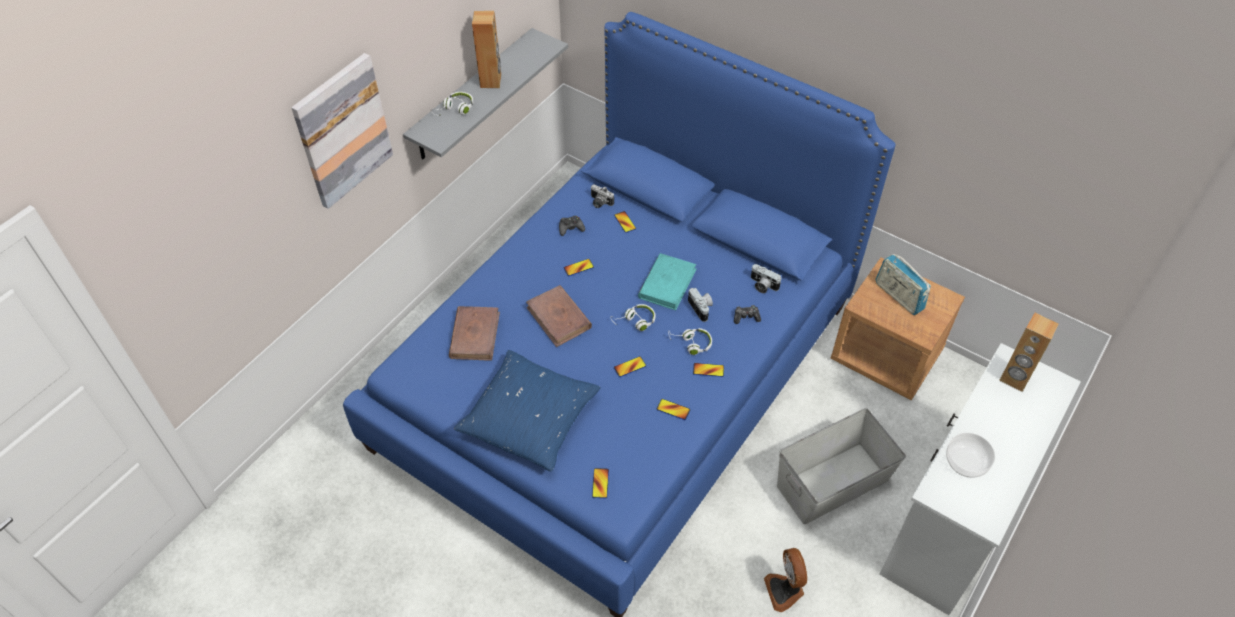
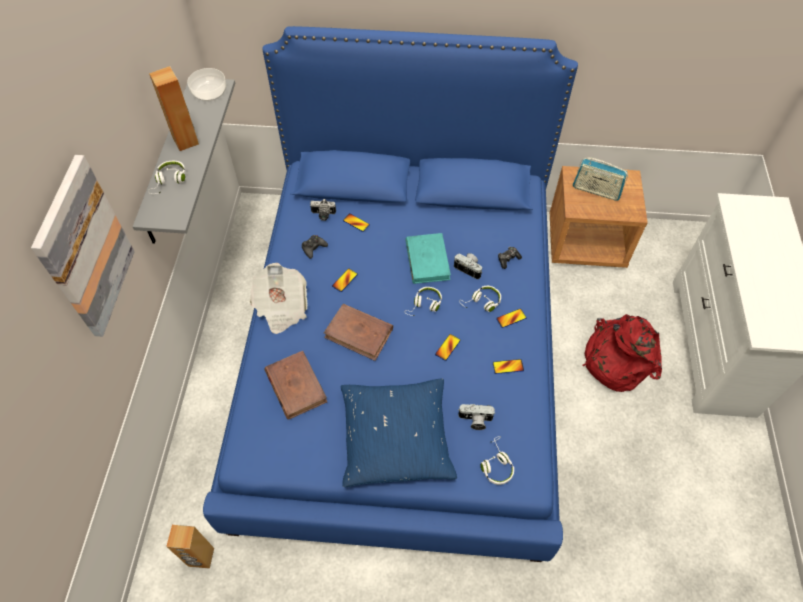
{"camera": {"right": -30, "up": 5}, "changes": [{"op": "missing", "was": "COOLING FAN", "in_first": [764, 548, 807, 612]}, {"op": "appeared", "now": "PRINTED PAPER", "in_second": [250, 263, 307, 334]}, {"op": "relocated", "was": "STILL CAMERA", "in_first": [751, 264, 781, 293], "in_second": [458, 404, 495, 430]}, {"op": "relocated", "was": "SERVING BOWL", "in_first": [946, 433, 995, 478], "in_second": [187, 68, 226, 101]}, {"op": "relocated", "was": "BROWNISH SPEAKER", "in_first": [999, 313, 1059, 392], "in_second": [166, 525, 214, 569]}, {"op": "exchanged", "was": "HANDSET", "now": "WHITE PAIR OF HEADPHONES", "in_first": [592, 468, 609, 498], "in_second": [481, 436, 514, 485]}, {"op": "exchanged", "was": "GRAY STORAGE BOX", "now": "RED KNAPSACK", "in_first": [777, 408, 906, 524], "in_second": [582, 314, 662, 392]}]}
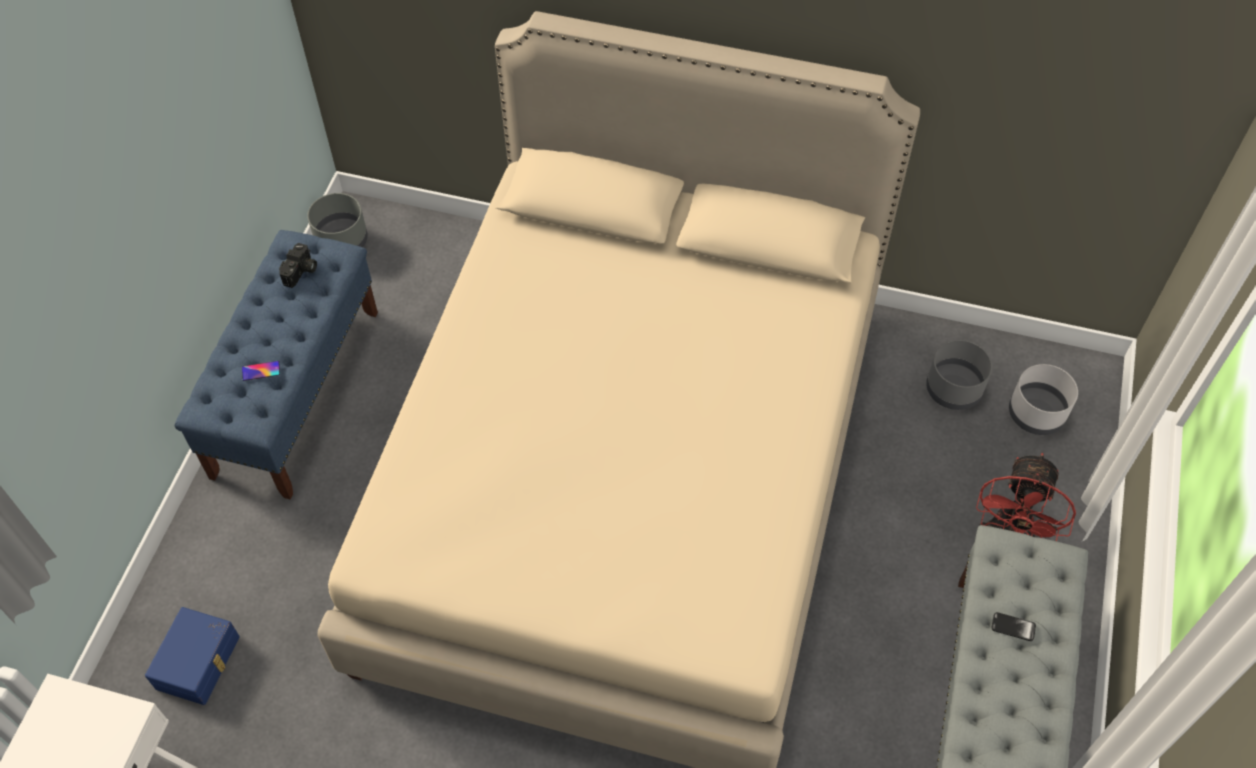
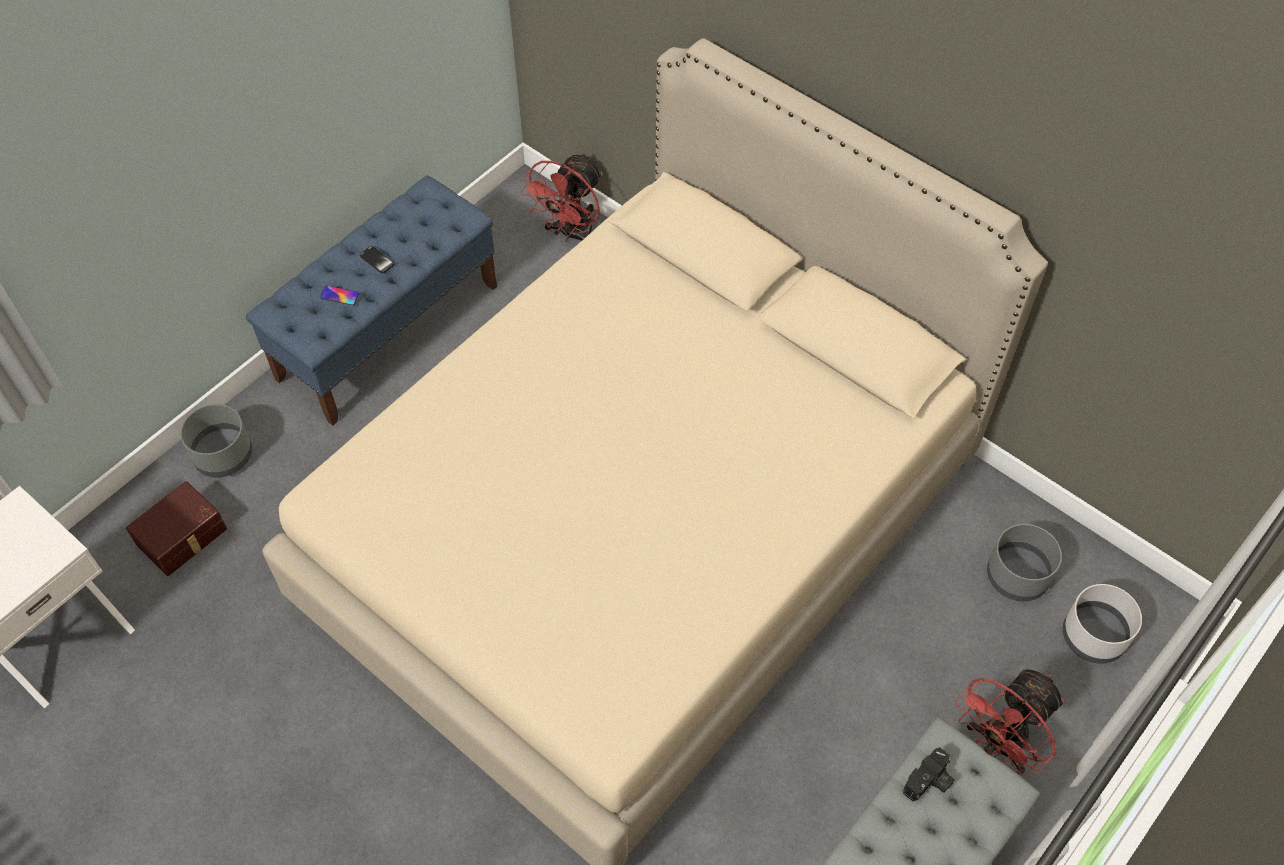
{"camera": {"right": 25, "up": 0}, "changes": [{"op": "appeared", "now": "RED COOLING FAN", "in_second": [521, 153, 602, 242]}, {"op": "relocated", "was": "STILL CAMERA", "in_first": [279, 243, 317, 288], "in_second": [903, 747, 954, 802]}, {"op": "relocated", "was": "GRAY PLANTER", "in_first": [307, 193, 368, 247], "in_second": [180, 404, 252, 477]}, {"op": "relocated", "was": "HANDSET", "in_first": [991, 612, 1036, 641], "in_second": [360, 246, 394, 274]}, {"op": "colour", "was": "BLUE-COLOURED STORAGE BOX", "now": "BROWNISH STORAGE BOX", "in_first": [145, 607, 240, 705], "in_second": [126, 481, 227, 576]}]}
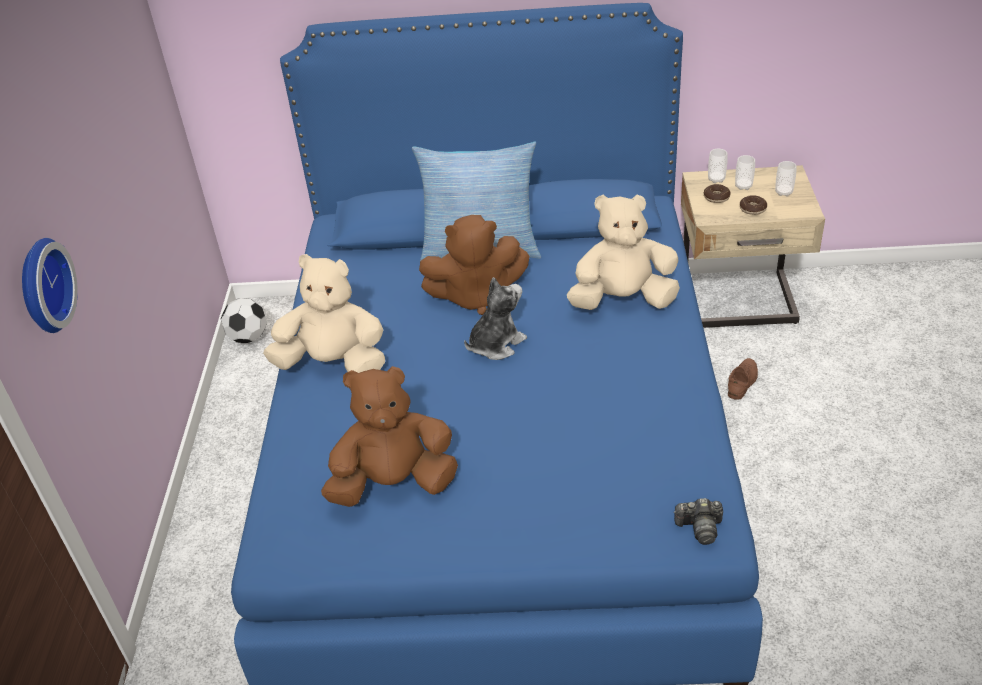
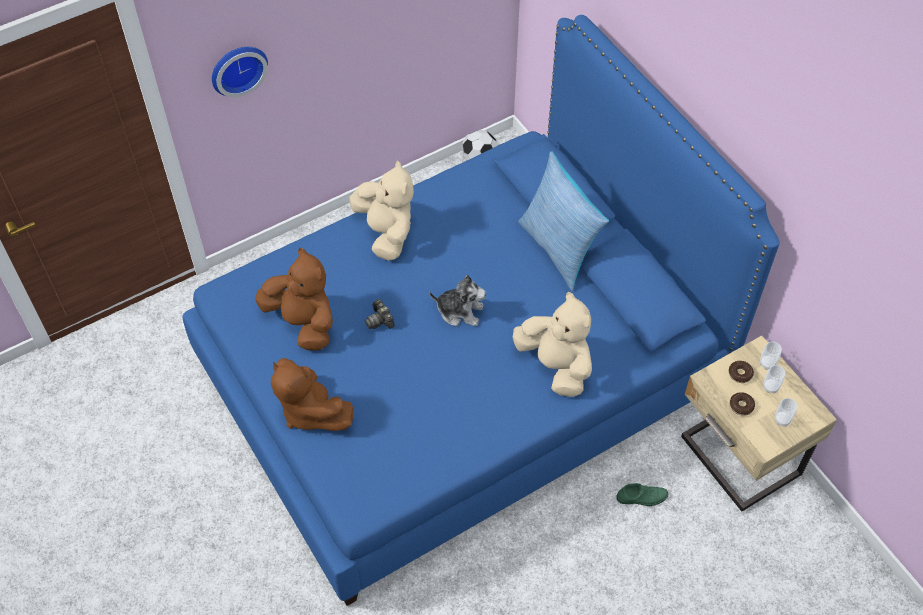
{"camera": {"right": 55, "up": 15}, "changes": [{"op": "relocated", "was": "BROWNISH CUDDLY TOY", "in_first": [419, 215, 530, 315], "in_second": [271, 358, 354, 431]}, {"op": "relocated", "was": "STILL CAMERA", "in_first": [674, 498, 723, 545], "in_second": [365, 299, 395, 329]}, {"op": "colour", "was": "BROWNISH ITEM OF FOOTWEAR", "now": "GREEN ITEM OF FOOTWEAR", "in_first": [728, 358, 758, 400], "in_second": [616, 483, 668, 506]}]}
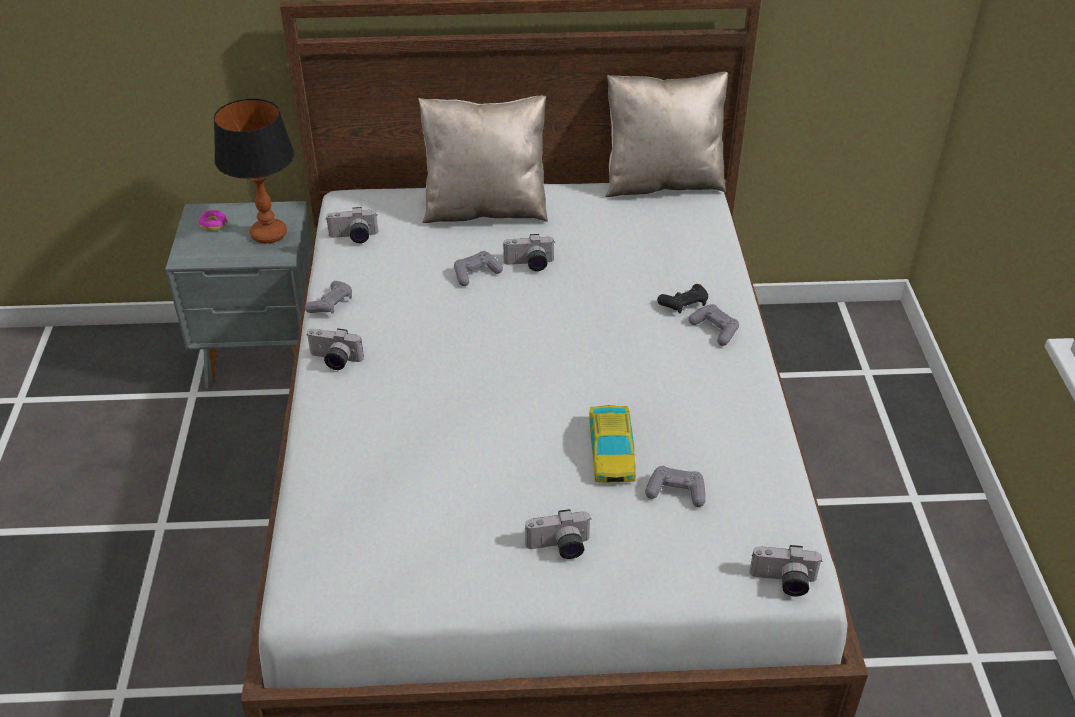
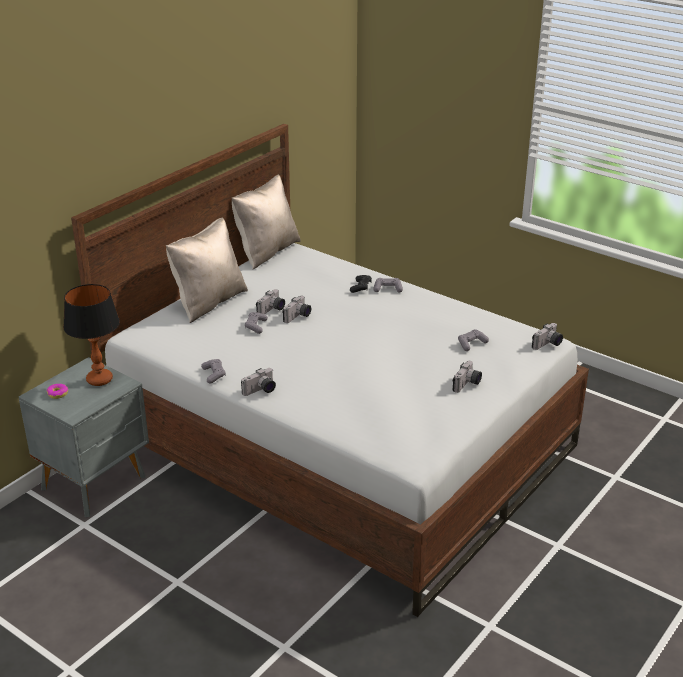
{"camera": {"right": -50, "up": -10}, "changes": [{"op": "missing", "was": "MODEL CAR", "in_first": [589, 405, 636, 483]}, {"op": "relocated", "was": "STILL CAMERA", "in_first": [326, 207, 378, 243], "in_second": [282, 296, 311, 323]}]}
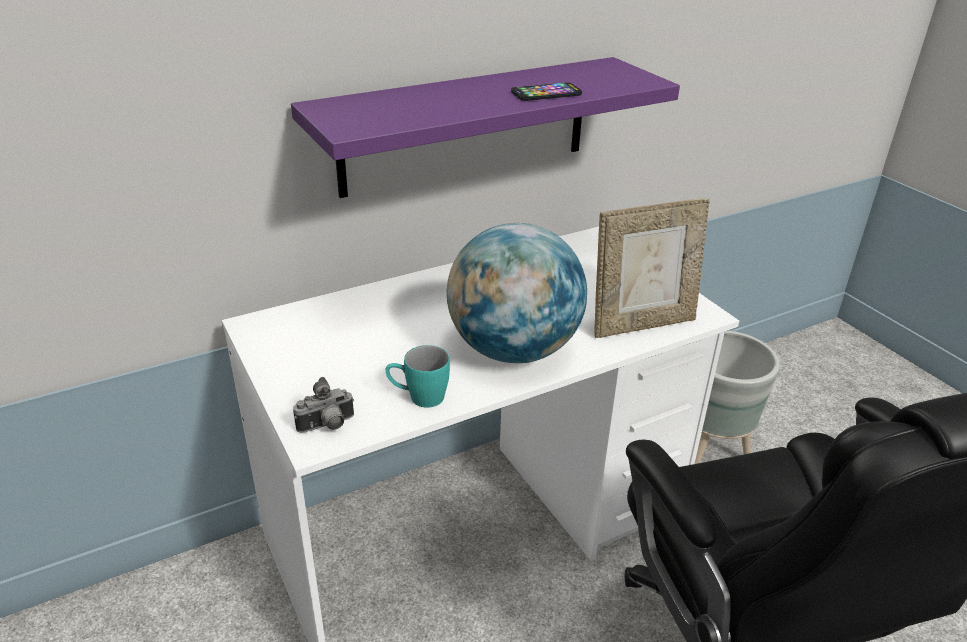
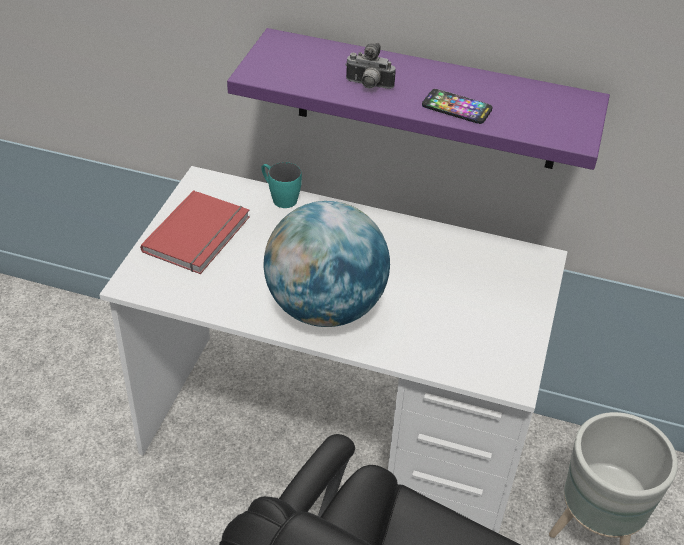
{"camera": {"right": 45, "up": 10}, "changes": [{"op": "missing", "was": "PICTURE FRAME", "in_first": [594, 198, 710, 338]}, {"op": "appeared", "now": "RED BOUND BOOK", "in_second": [140, 190, 250, 274]}, {"op": "relocated", "was": "STILL CAMERA", "in_first": [293, 377, 354, 433], "in_second": [345, 43, 396, 89]}, {"op": "relocated", "was": "TURQUOISE MUG", "in_first": [386, 345, 450, 408], "in_second": [261, 162, 302, 208]}]}
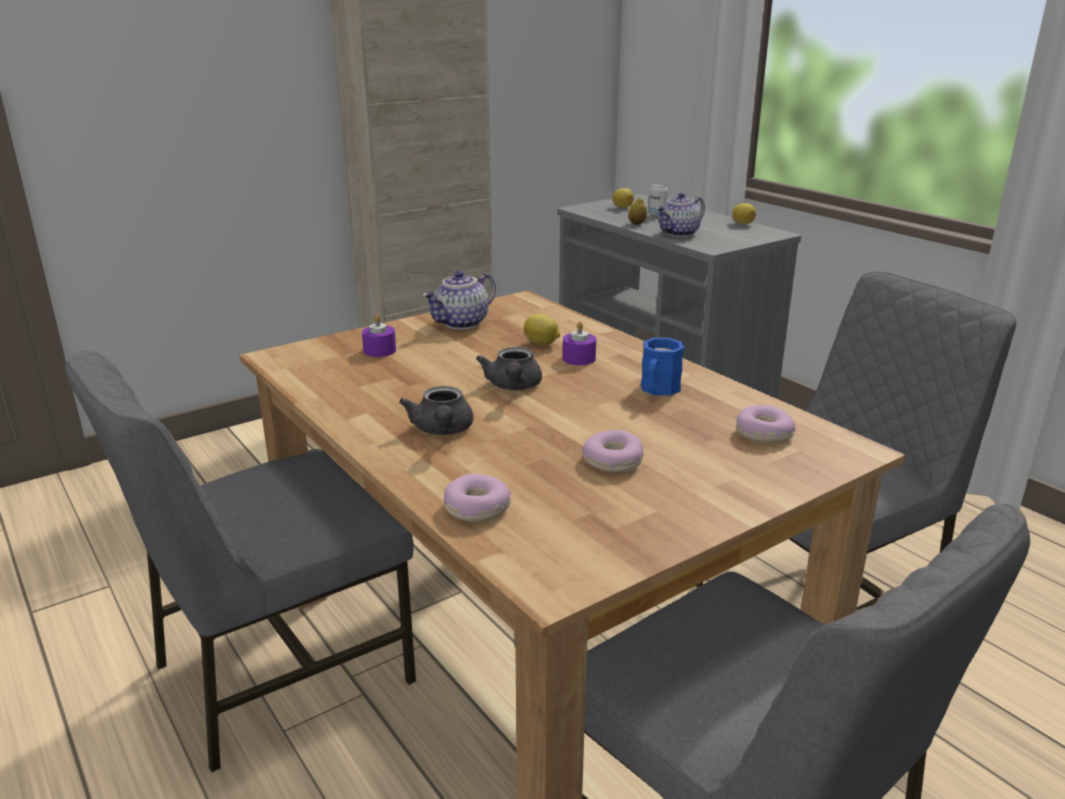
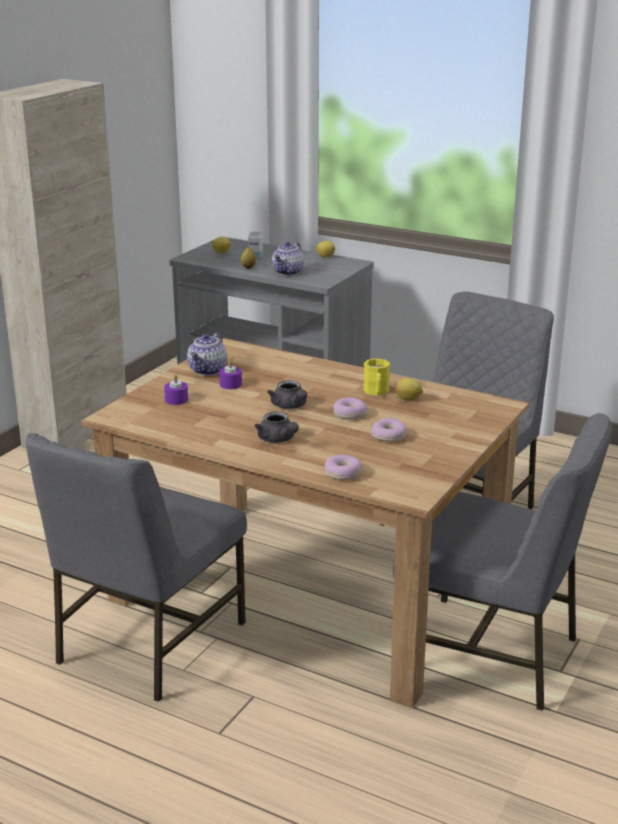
{"camera": {"right": -25, "up": 0}, "changes": [{"op": "relocated", "was": "WHOLE LEMON", "in_first": [524, 314, 560, 345], "in_second": [396, 378, 423, 401]}, {"op": "relocated", "was": "PURPLE CANDLE", "in_first": [563, 321, 596, 365], "in_second": [219, 360, 242, 389]}, {"op": "relocated", "was": "DOUGHNUT", "in_first": [736, 405, 796, 443], "in_second": [333, 397, 368, 419]}, {"op": "colour", "was": "BLUE-COLOURED MUG", "now": "YELLOW-COLOURED MUG", "in_first": [641, 338, 684, 396], "in_second": [363, 358, 390, 396]}]}
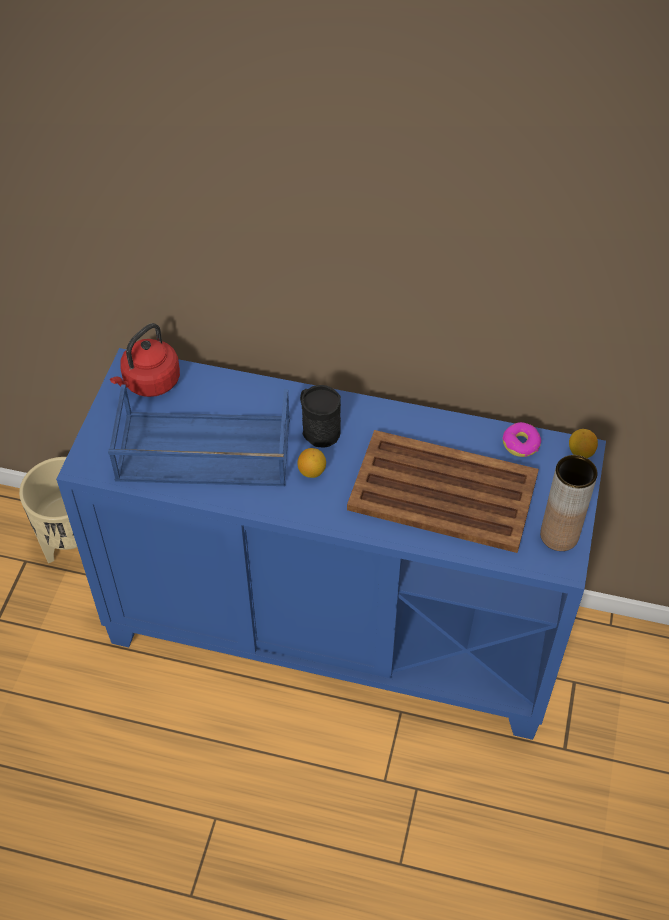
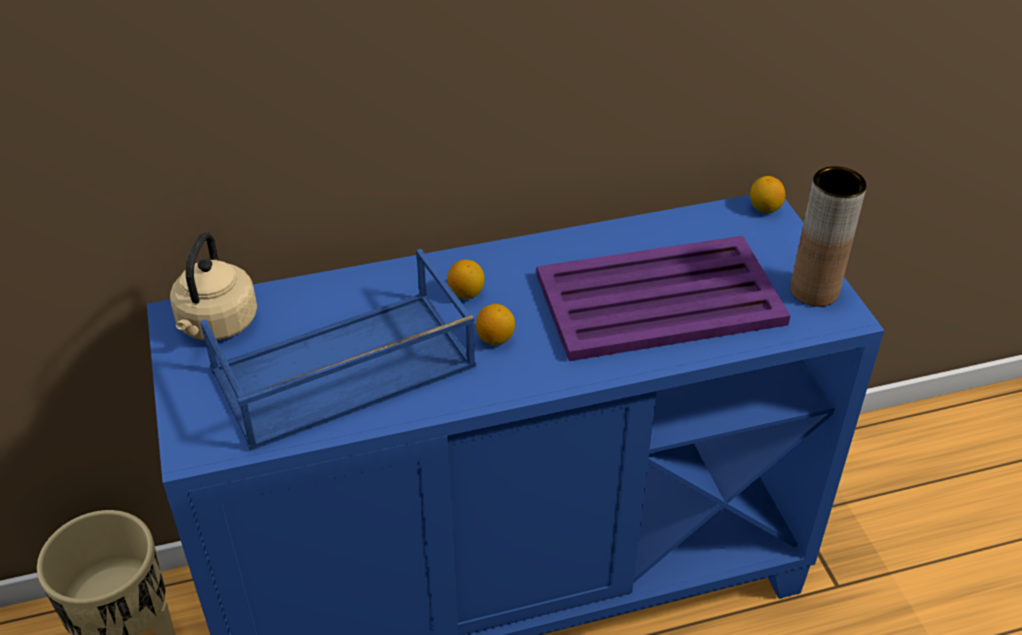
{"camera": {"right": -30, "up": -10}, "changes": [{"op": "missing", "was": "DOUGHNUT", "in_first": [503, 422, 541, 457]}, {"op": "exchanged", "was": "BLACKISH MUG", "now": "WHOLE LEMON", "in_first": [300, 385, 341, 448], "in_second": [447, 260, 485, 299]}, {"op": "colour", "was": "RED KETTLE", "now": "SAND-COLOURED KETTLE", "in_first": [110, 323, 180, 397], "in_second": [170, 232, 257, 341]}, {"op": "colour", "was": "BROWNISH CARRYING TRAY", "now": "PURPLE CARRYING TRAY", "in_first": [347, 430, 539, 553], "in_second": [537, 236, 790, 361]}]}
